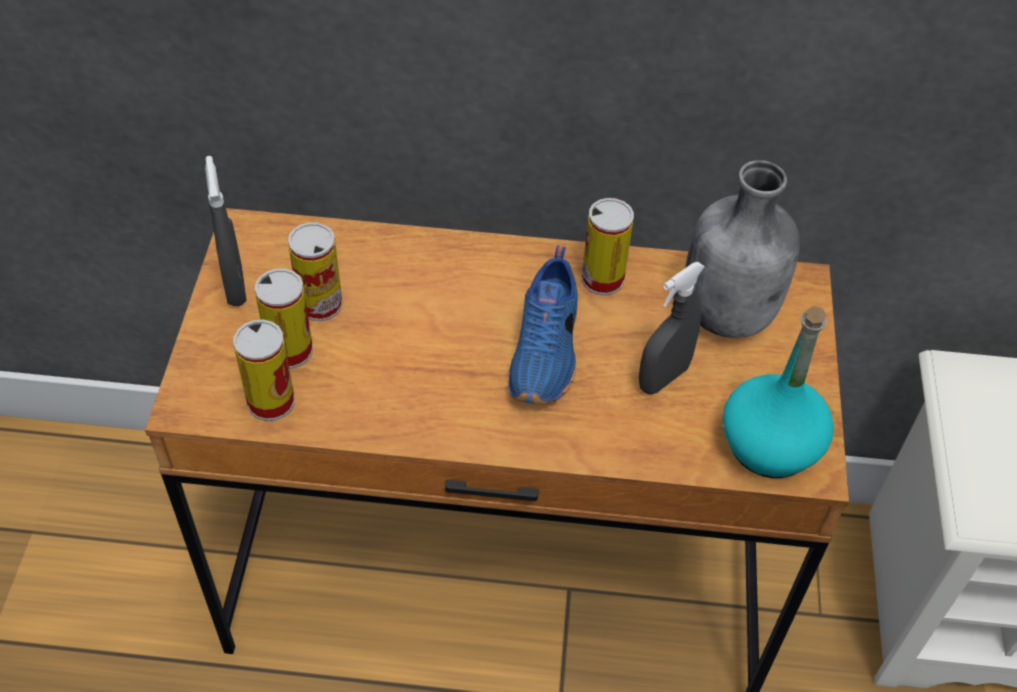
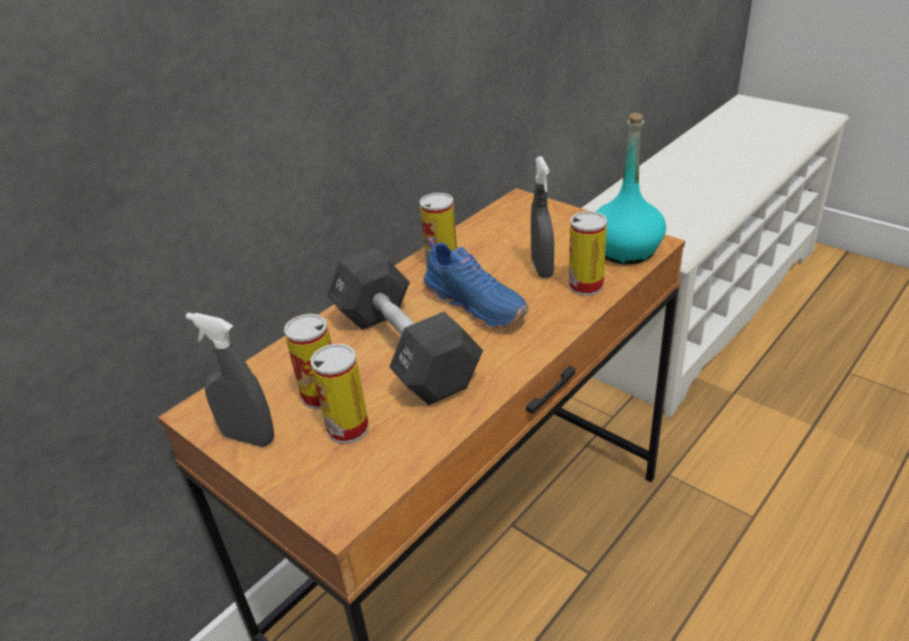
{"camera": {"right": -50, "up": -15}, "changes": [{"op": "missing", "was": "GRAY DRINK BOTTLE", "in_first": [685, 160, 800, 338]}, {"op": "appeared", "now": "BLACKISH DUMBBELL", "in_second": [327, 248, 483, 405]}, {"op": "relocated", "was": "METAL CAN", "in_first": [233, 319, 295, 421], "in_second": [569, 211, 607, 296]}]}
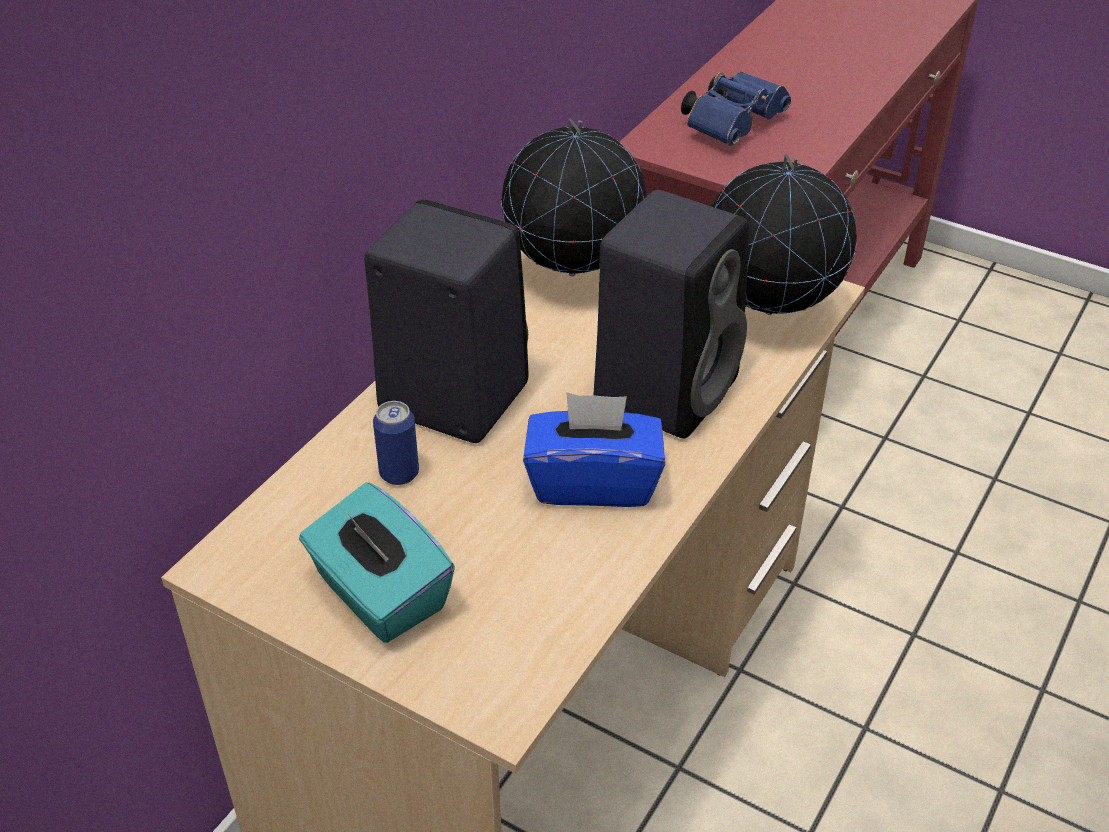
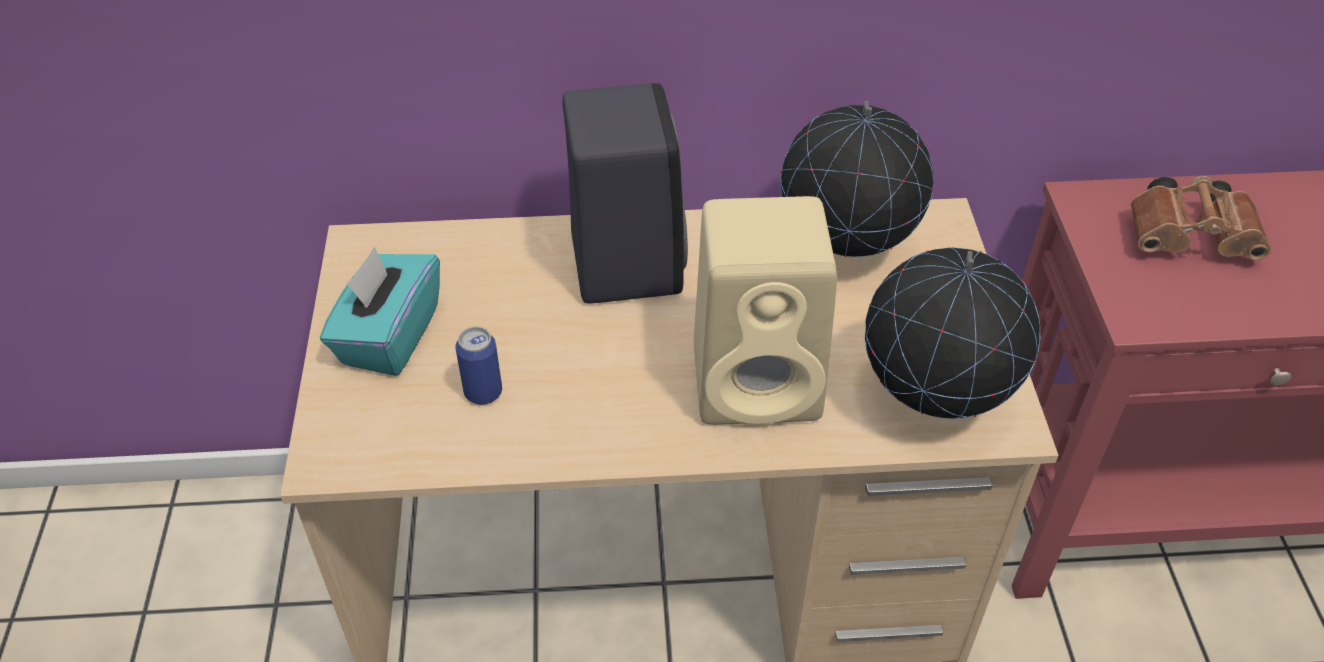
{"camera": {"right": 55, "up": 5}, "changes": [{"op": "missing", "was": "BLUE-COLOURED TISSUE HOLDER", "in_first": [523, 393, 665, 507]}, {"op": "relocated", "was": "METAL CAN", "in_first": [373, 401, 419, 485], "in_second": [455, 326, 502, 405]}, {"op": "colour", "was": "BLACKISH SPEAKER", "now": "SAND-COLOURED SPEAKER", "in_first": [594, 190, 749, 438], "in_second": [694, 196, 837, 425]}, {"op": "colour", "was": "BLUE-COLOURED PAIR OF BINOCULARS", "now": "BROWNISH PAIR OF BINOCULARS", "in_first": [681, 71, 791, 146], "in_second": [1131, 176, 1271, 260]}]}
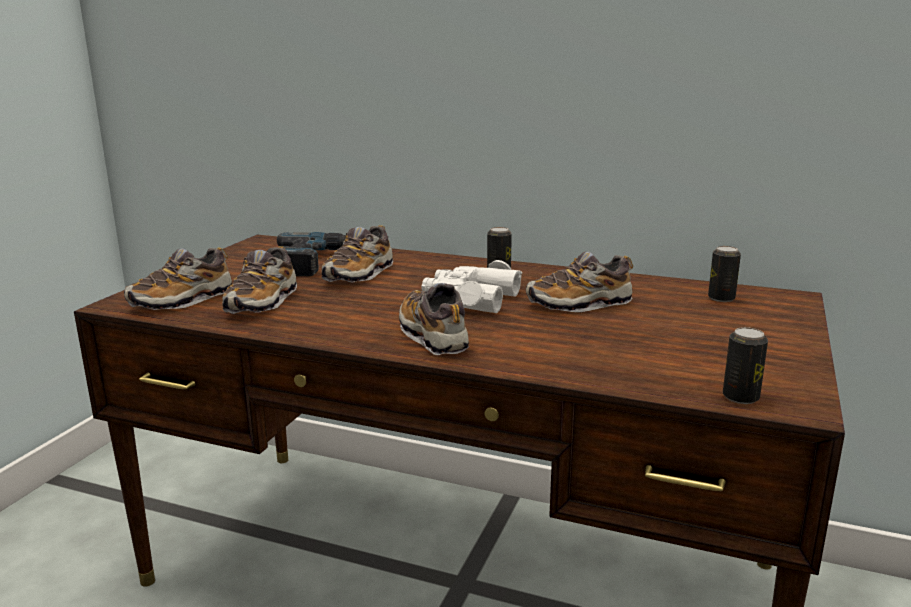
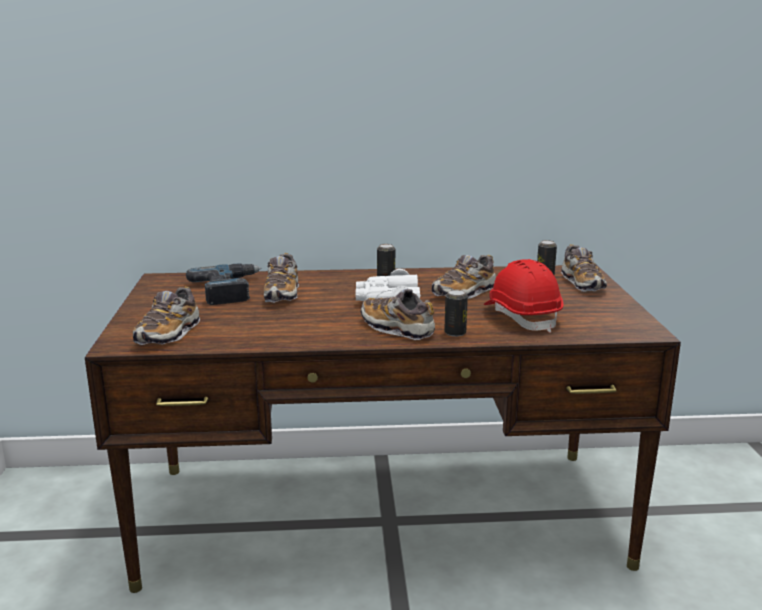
{"camera": {"right": -25, "up": 0}, "changes": [{"op": "appeared", "now": "RED HARD HAT", "in_second": [484, 259, 564, 333]}, {"op": "relocated", "was": "ITEM OF FOOTWEAR", "in_first": [222, 246, 297, 314], "in_second": [561, 244, 607, 292]}, {"op": "relocated", "was": "METAL CAN", "in_first": [723, 327, 768, 404], "in_second": [444, 290, 468, 337]}]}
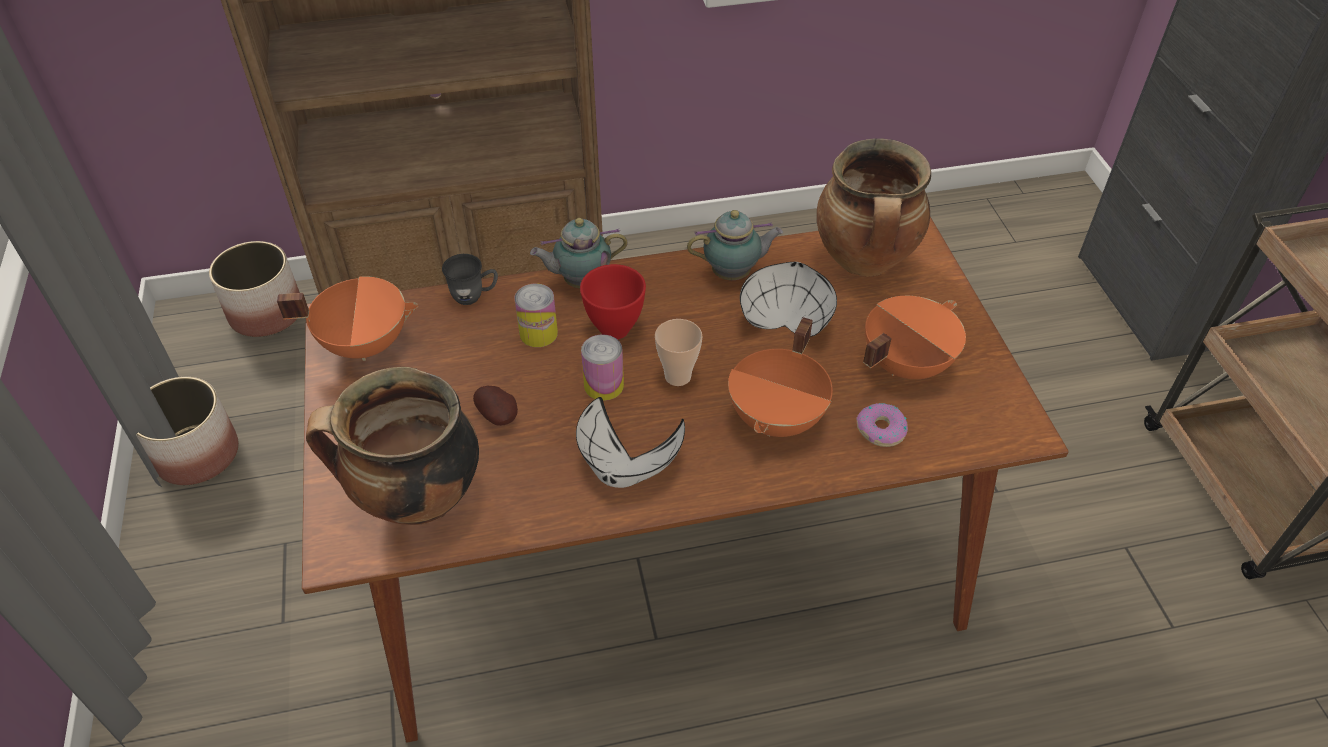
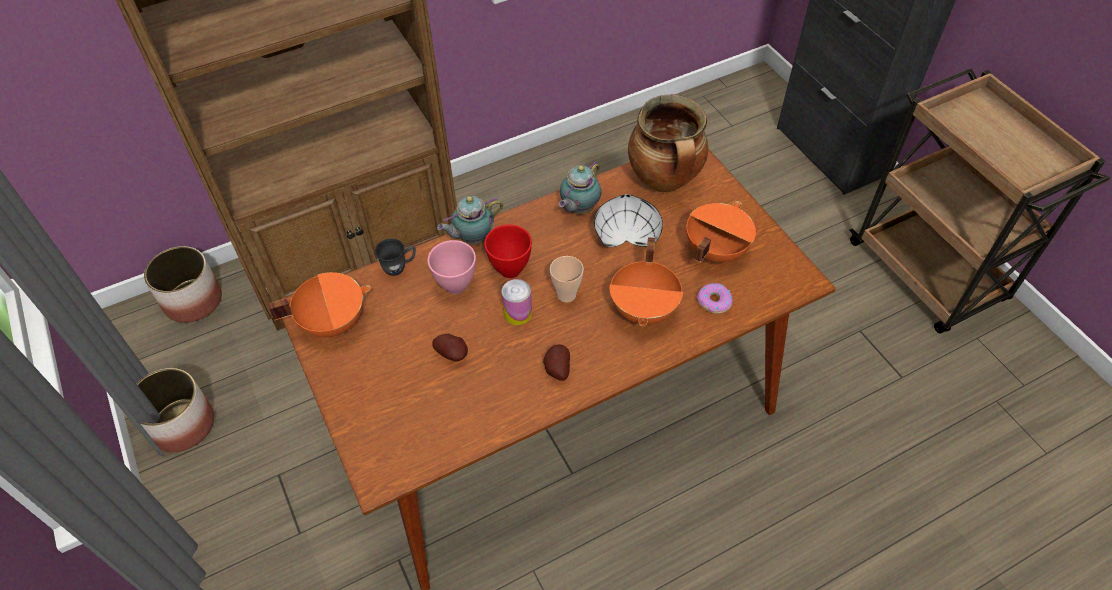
{"camera": {"right": -15, "up": 5}, "changes": [{"op": "missing", "was": "STOCKPOT", "in_first": [306, 367, 479, 525]}, {"op": "exchanged", "was": "METAL CAN", "now": "PINK-COLOURED SERVING BOWL", "in_first": [514, 284, 558, 347], "in_second": [427, 240, 476, 294]}, {"op": "exchanged", "was": "WHITE SERVING BOWL", "now": "POTATO", "in_first": [576, 397, 685, 488], "in_second": [543, 344, 570, 381]}, {"op": "spun", "was": "TEA POT", "in_first": [687, 210, 783, 280], "in_second": [559, 161, 602, 214], "clockwise": 150}]}
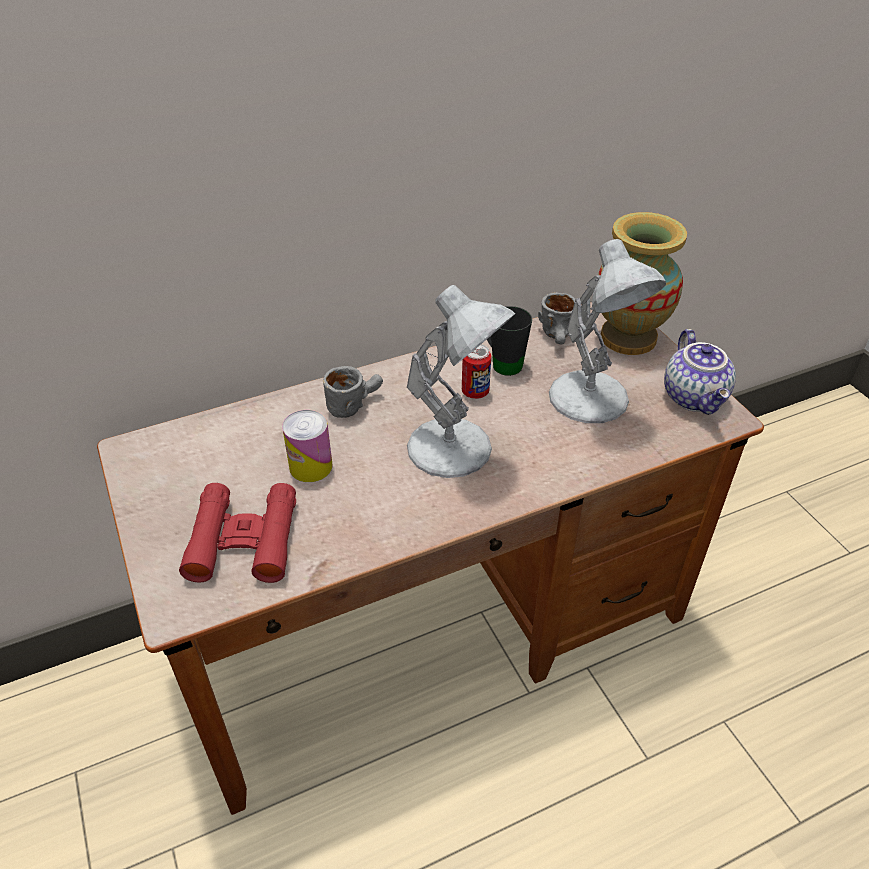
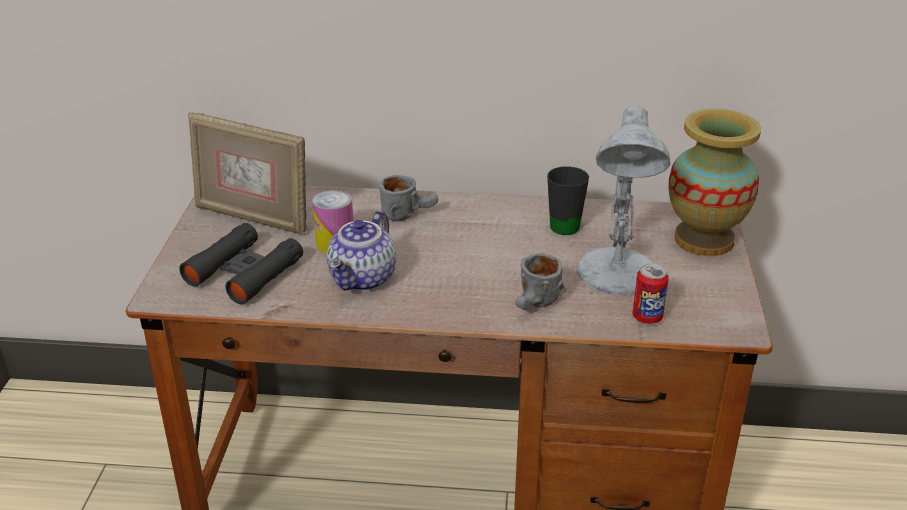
{"camera": {"right": 30, "up": -10}, "changes": [{"op": "missing", "was": "WHITE TABLETOP LAMP", "in_first": [407, 285, 515, 478]}, {"op": "appeared", "now": "PICTURE FRAME", "in_second": [188, 112, 306, 236]}, {"op": "relocated", "was": "METAL CAN", "in_first": [462, 344, 491, 399], "in_second": [633, 263, 669, 324]}, {"op": "relocated", "was": "GRAY MUG", "in_first": [538, 292, 576, 345], "in_second": [515, 253, 566, 310]}, {"op": "relocated", "was": "TEA POT", "in_first": [664, 329, 736, 415], "in_second": [327, 210, 396, 292]}, {"op": "colour", "was": "RED PAIR OF BINOCULARS", "now": "BLACKISH PAIR OF BINOCULARS", "in_first": [179, 483, 296, 583], "in_second": [179, 223, 303, 304]}]}
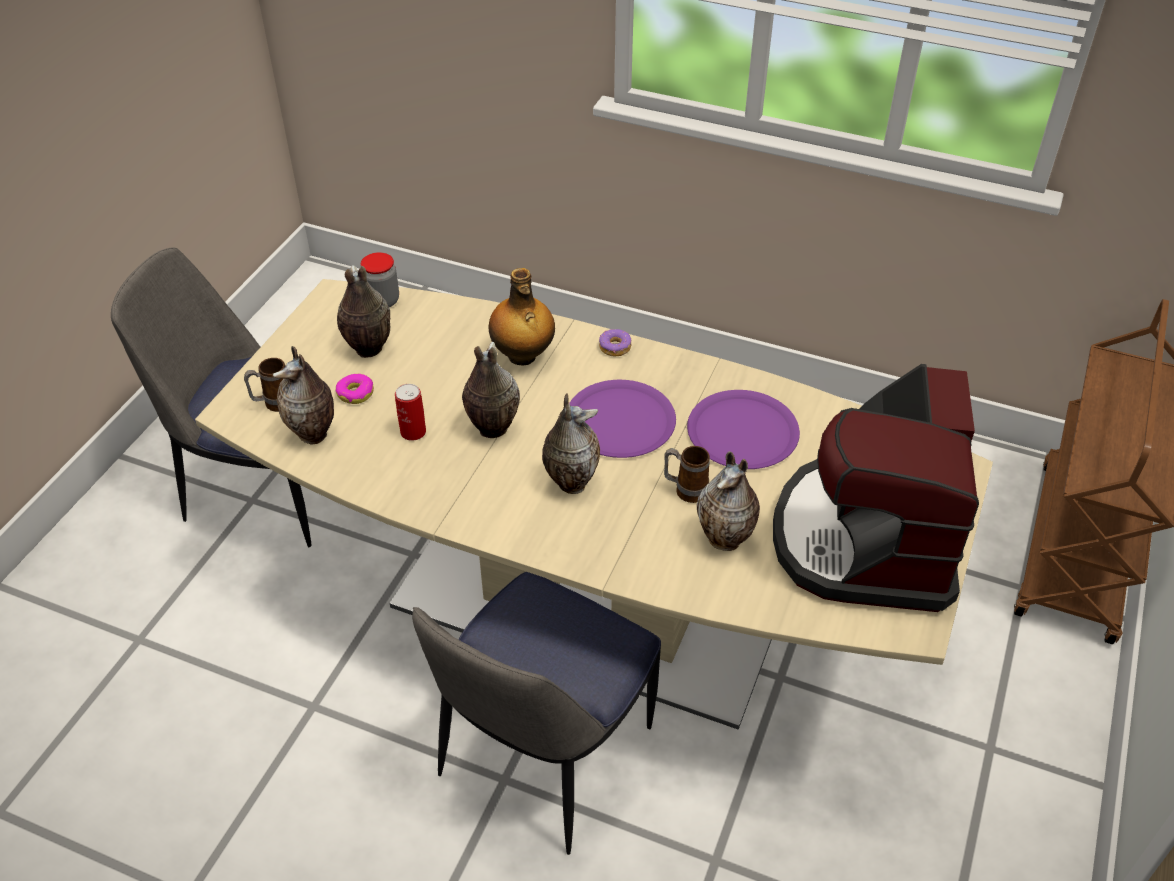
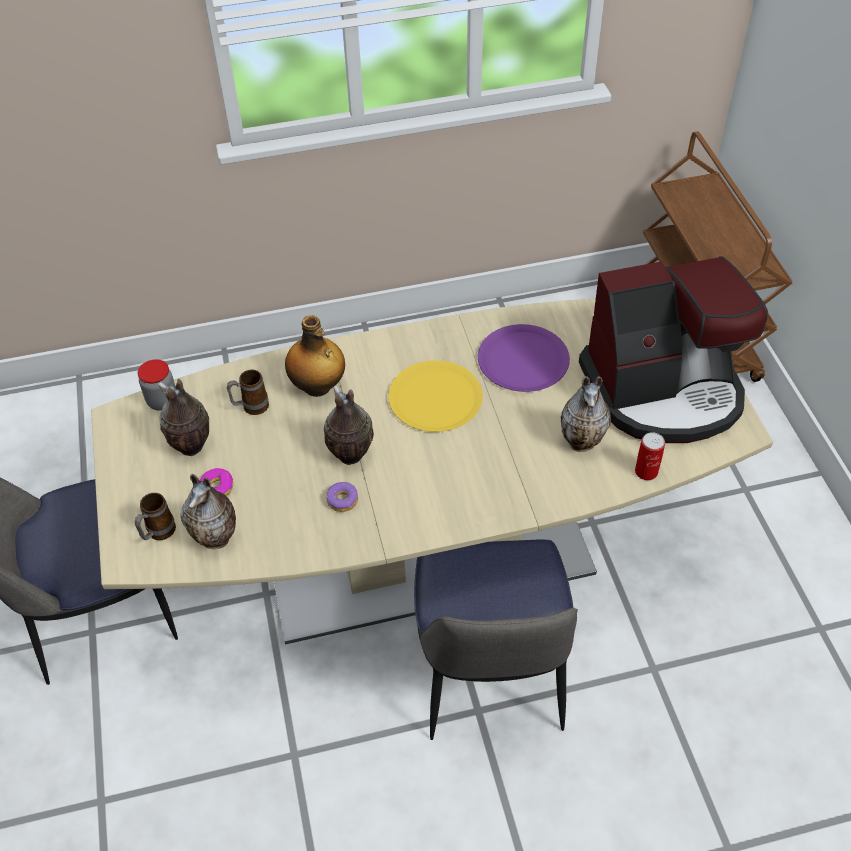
{"camera": {"right": -35, "up": 5}, "changes": [{"op": "missing", "was": "DECORATIVE VASE", "in_first": [542, 394, 600, 494]}, {"op": "relocated", "was": "METAL CAN", "in_first": [395, 384, 426, 441], "in_second": [635, 432, 665, 480]}, {"op": "relocated", "was": "DOUGHNUT", "in_first": [599, 329, 632, 357], "in_second": [326, 482, 358, 512]}, {"op": "relocated", "was": "MUG", "in_first": [664, 446, 710, 503], "in_second": [227, 370, 269, 415]}, {"op": "colour", "was": "PURPLE PLATE", "now": "YELLOW-COLOURED PLATE", "in_first": [569, 380, 676, 458], "in_second": [388, 360, 483, 432]}, {"op": "spun", "was": "COFFEE BREWER", "in_first": [773, 364, 979, 612], "in_second": [579, 256, 768, 443], "clockwise": -75}]}
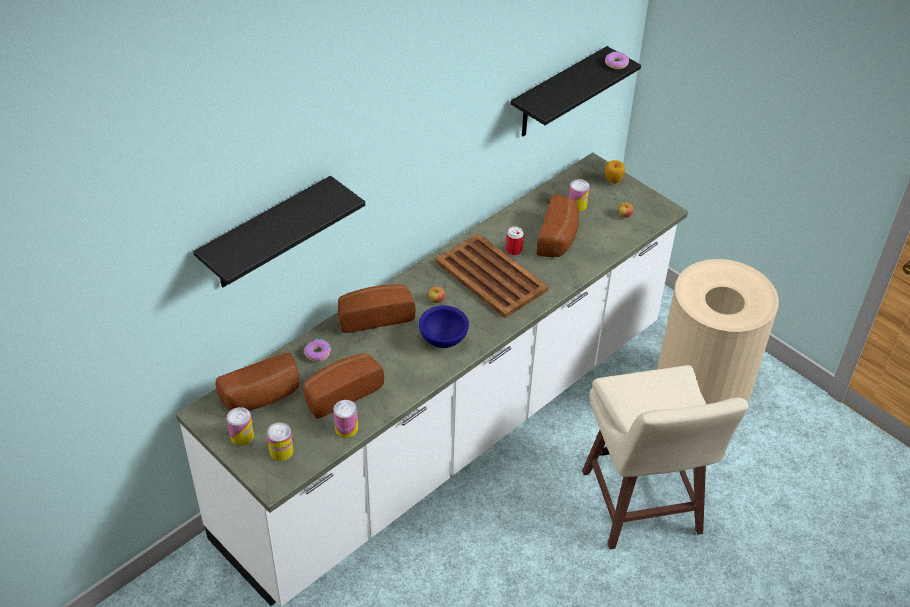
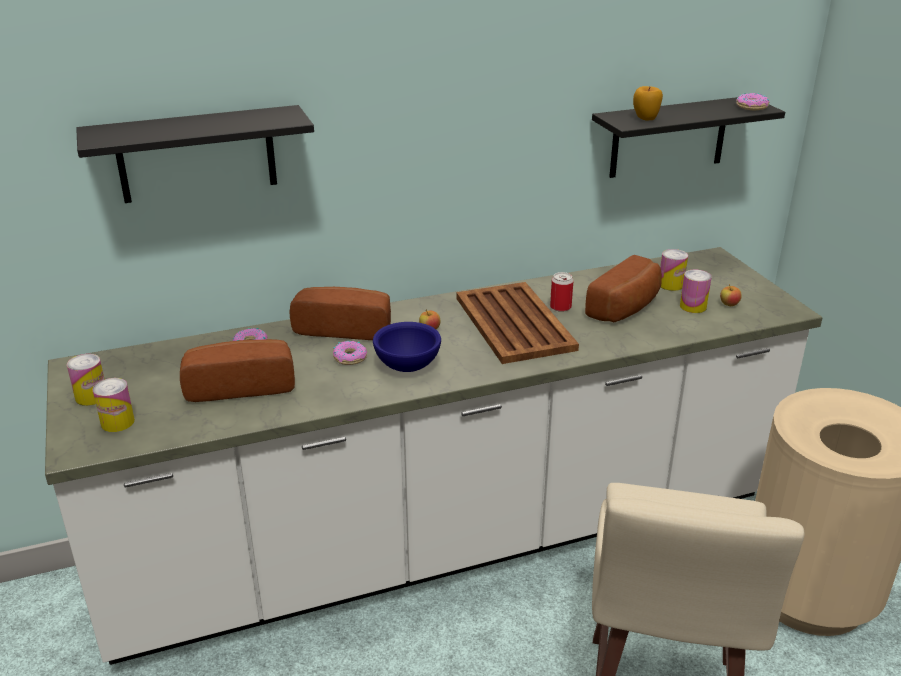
{"camera": {"right": 25, "up": -15}, "changes": [{"op": "missing", "was": "BAKERY BREAD", "in_first": [215, 353, 299, 411]}, {"op": "appeared", "now": "DOUGHNUT", "in_second": [333, 341, 367, 365]}, {"op": "relocated", "was": "METAL CAN", "in_first": [333, 400, 358, 438], "in_second": [680, 270, 712, 313]}, {"op": "relocated", "was": "APPLE FRUIT", "in_first": [605, 160, 625, 184], "in_second": [633, 86, 663, 121]}]}
